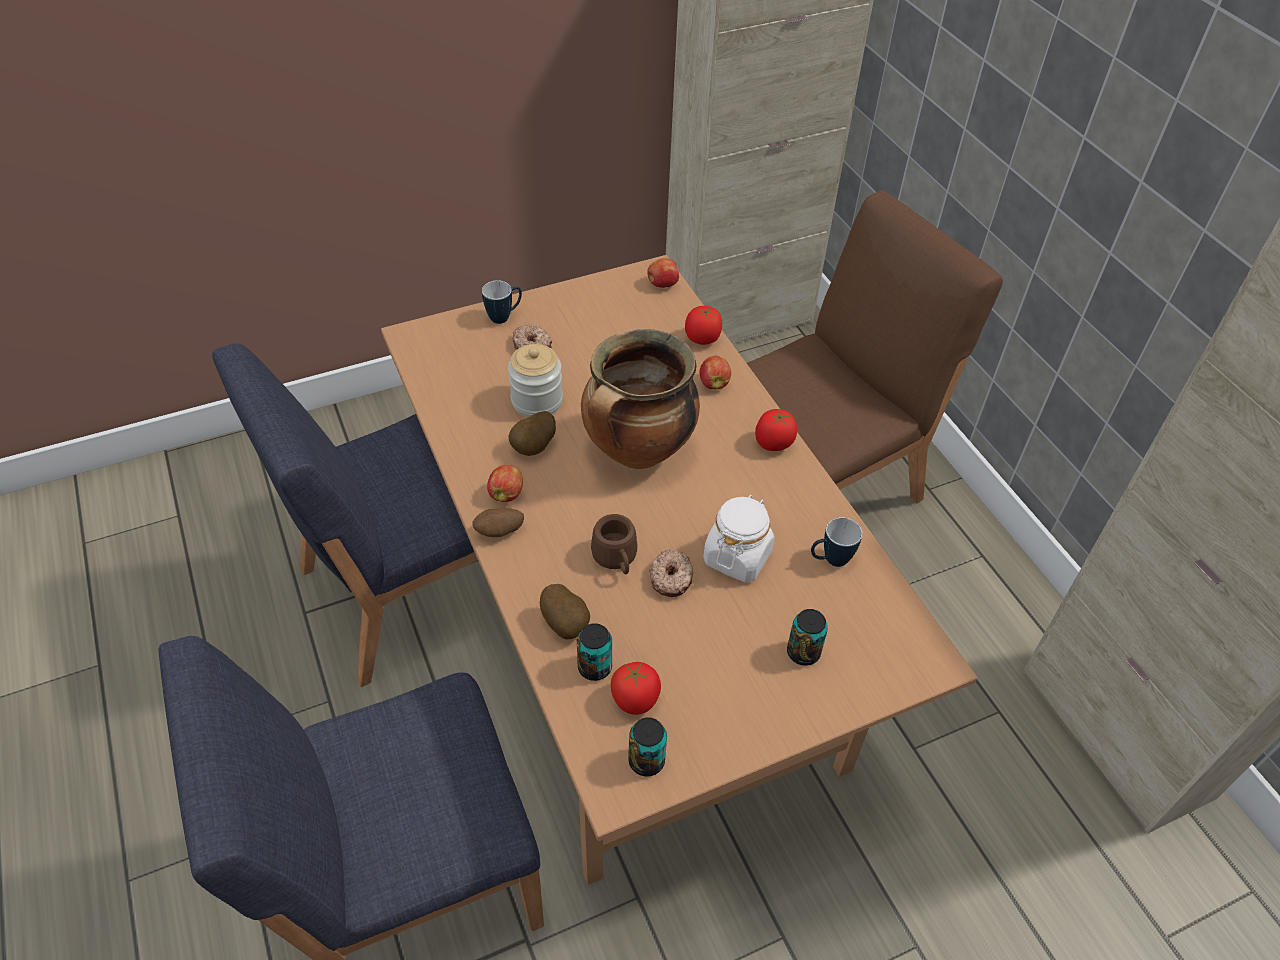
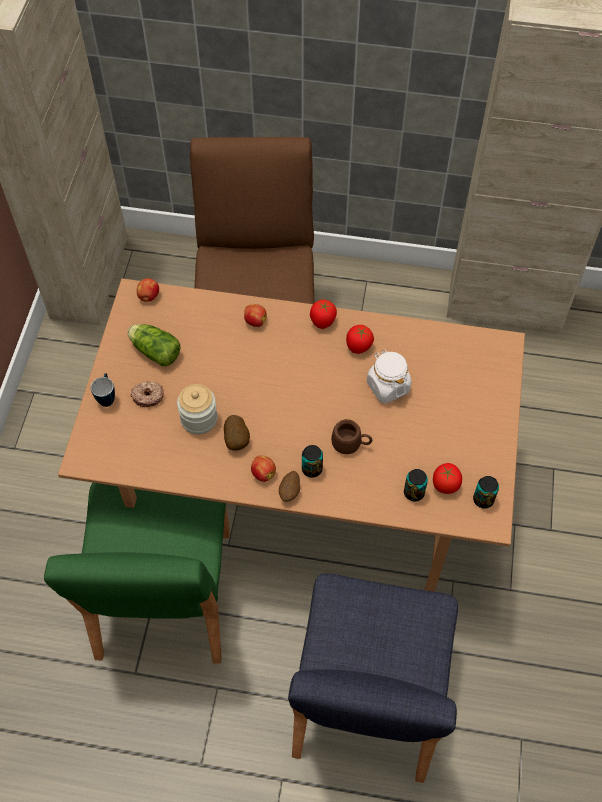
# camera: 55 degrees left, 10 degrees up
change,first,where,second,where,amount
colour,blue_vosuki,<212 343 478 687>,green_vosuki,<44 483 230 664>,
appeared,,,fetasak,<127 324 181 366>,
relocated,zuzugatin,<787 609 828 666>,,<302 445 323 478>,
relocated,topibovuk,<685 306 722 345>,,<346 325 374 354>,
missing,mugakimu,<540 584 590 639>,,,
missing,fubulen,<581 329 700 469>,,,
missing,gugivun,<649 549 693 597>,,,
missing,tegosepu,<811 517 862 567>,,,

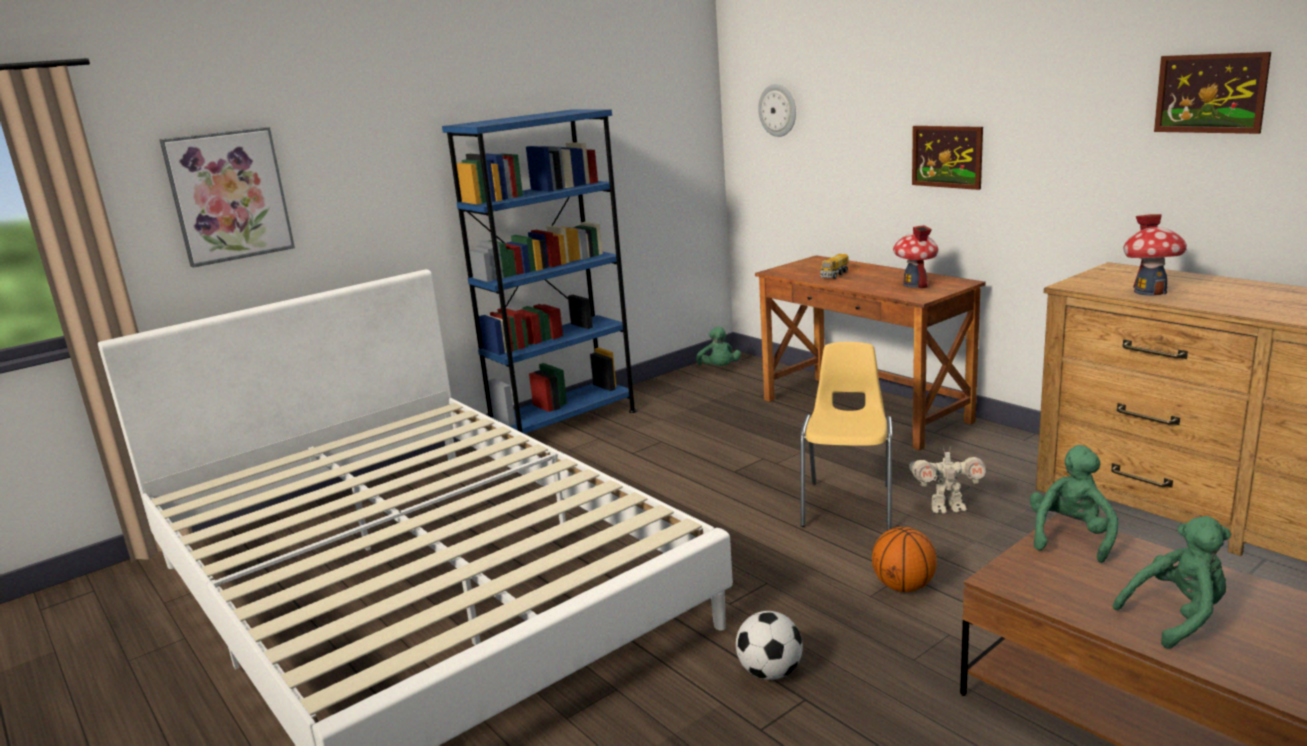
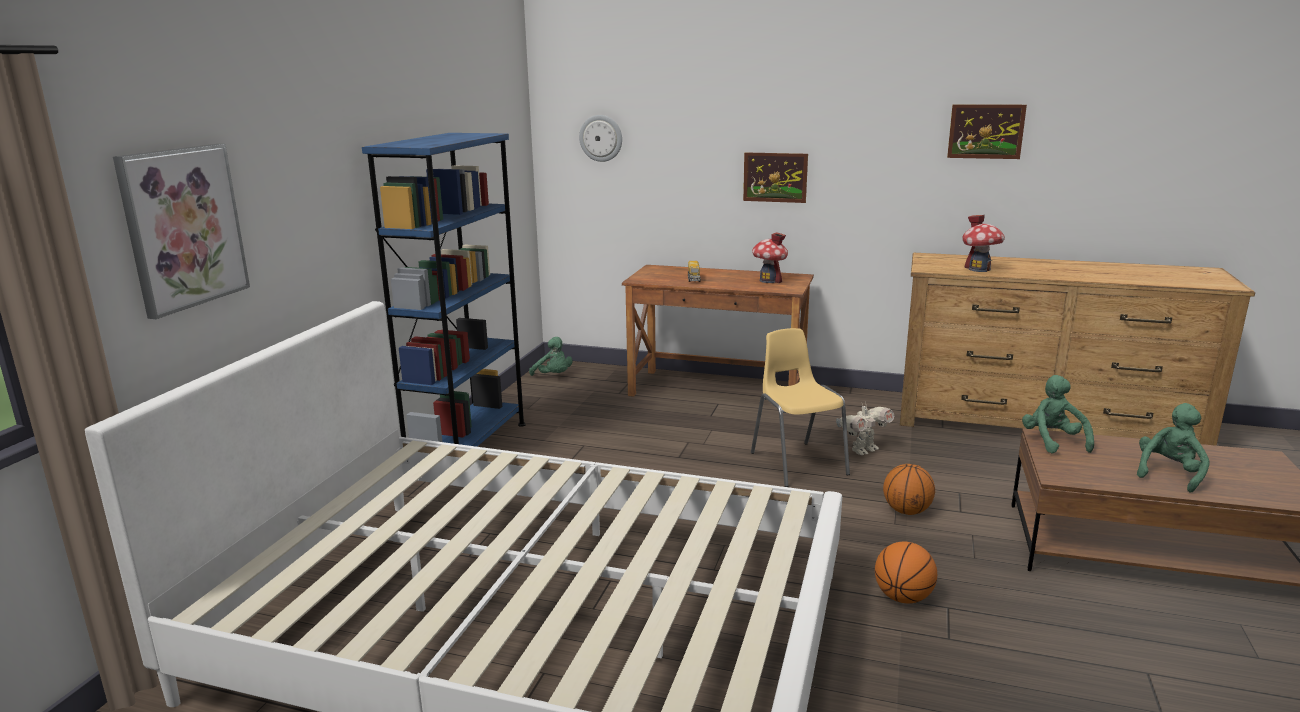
# camera: 35 degrees left, 0 degrees up
change,first,where,second,where,amount
exchanged,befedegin,<736 611 803 680>,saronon,<875 542 937 603>,

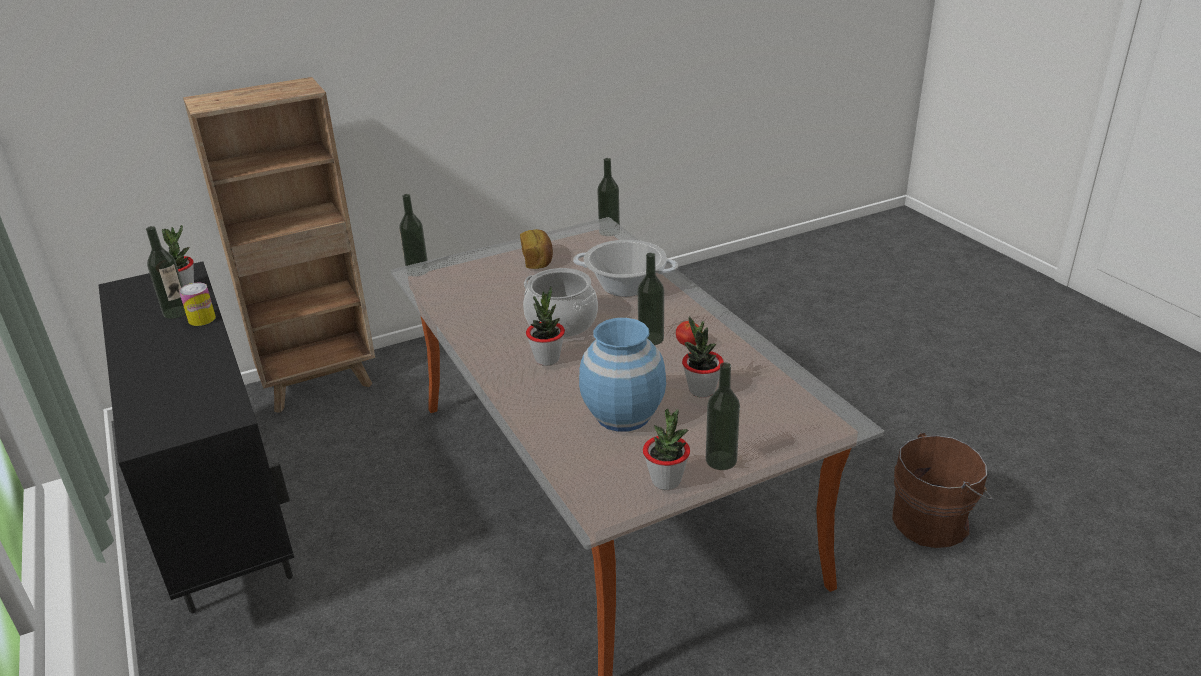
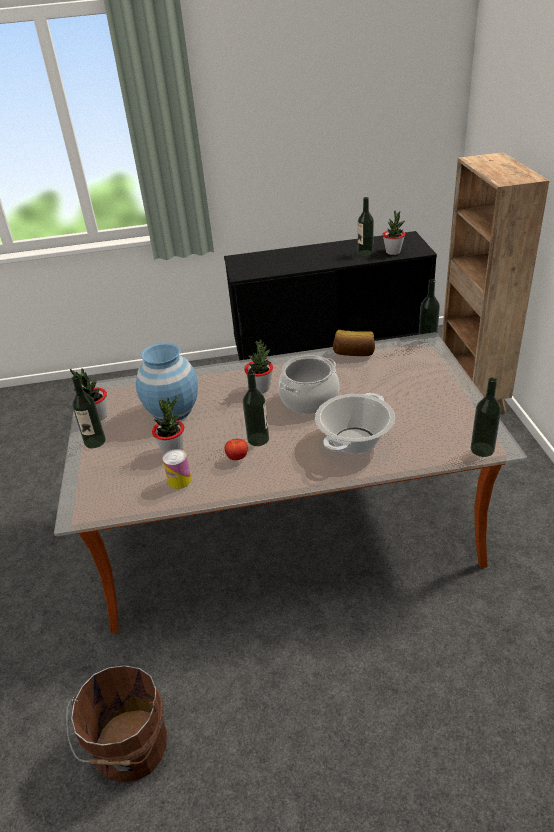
# camera: 110 degrees right, 5 degrees up
change,first,where,second,where,amount
relocated,zuzugatin,<179 283 216 326>,,<163 449 191 489>,
relocated,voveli,<520 229 553 269>,,<333 330 375 356>,

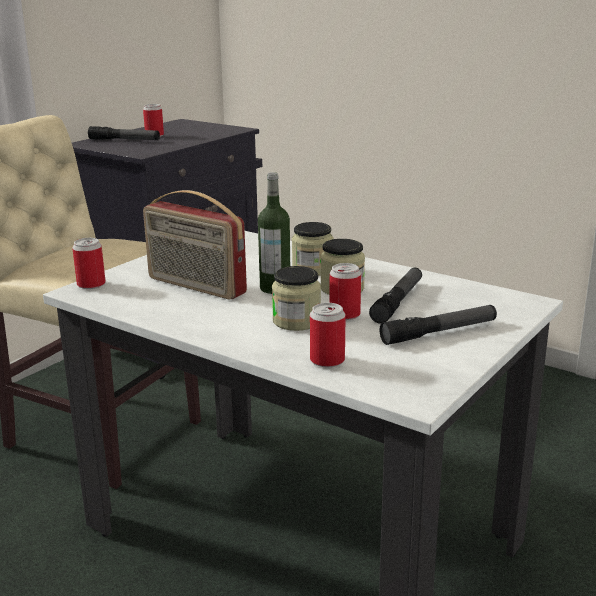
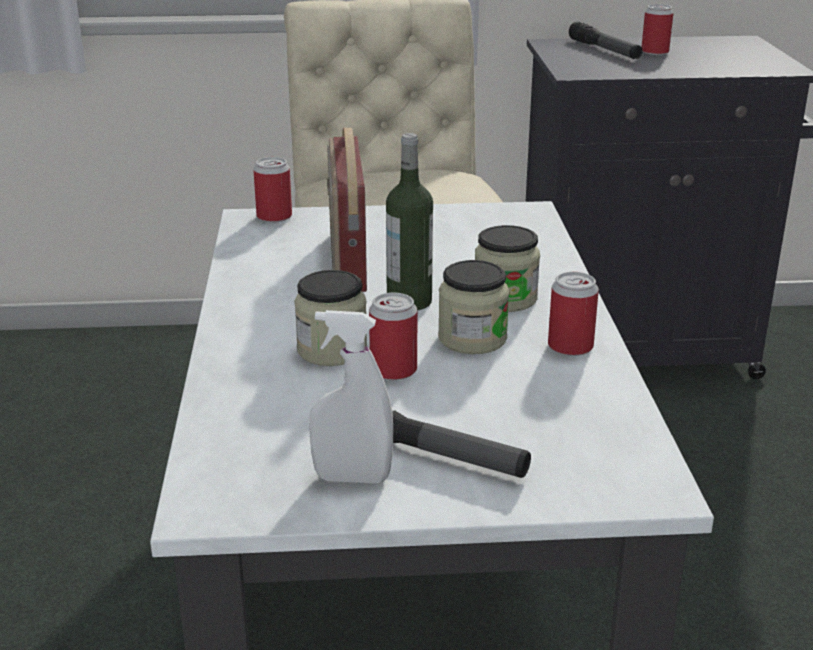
# camera: 50 degrees right, 5 degrees up
change,first,where,second,where,amount
appeared,,,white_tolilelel,<309 310 393 483>,
relocated,zuzugatin,<310 303 346 367>,,<548 272 599 356>,
missing,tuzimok,<369 268 422 323>,,,

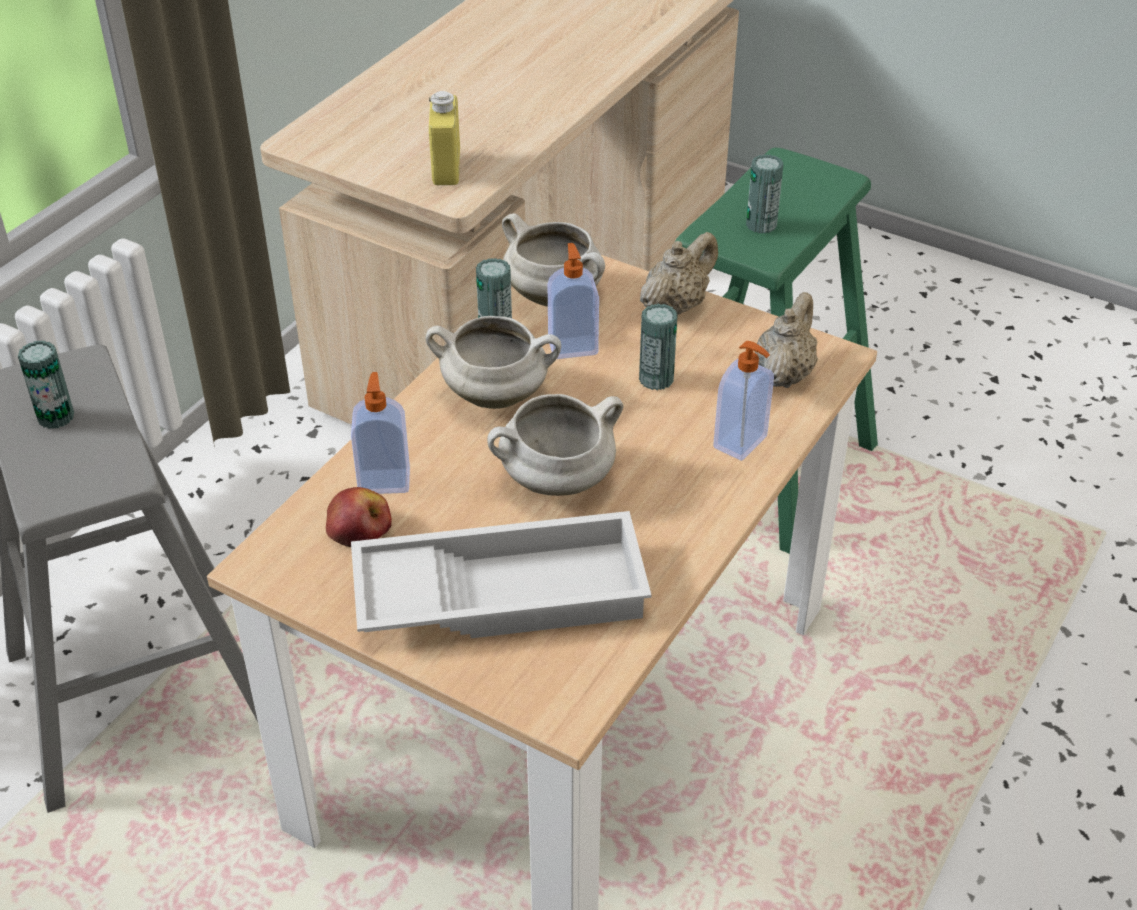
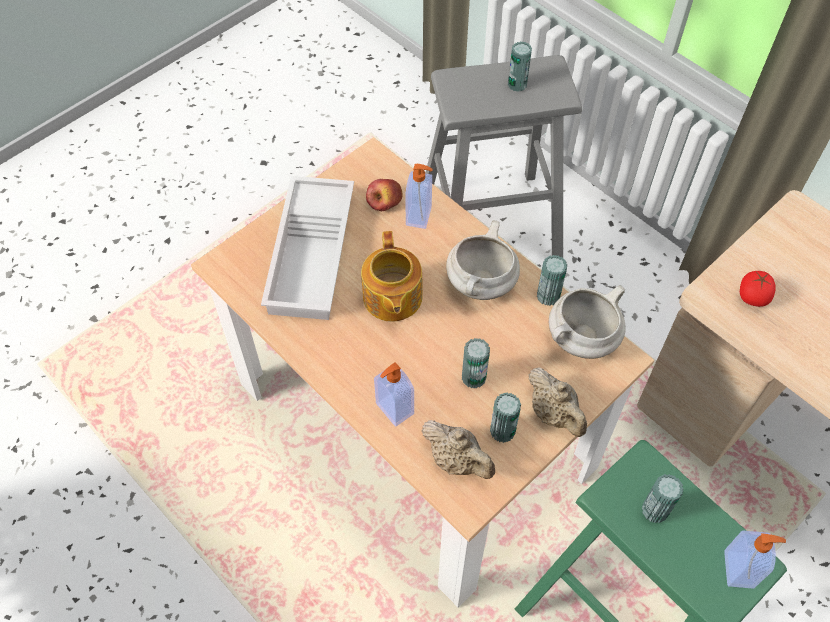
# camera: 105 degrees right, 15 degrees up
change,first,where,second,where,amount
exchanged,white_fubulen,<487 394 623 496>,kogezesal,<361 231 423 322>,
appeared,,,zuzugatin,<490 392 521 443>,
relocated,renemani,<548 243 599 359>,,<724 531 786 589>,
exchanged,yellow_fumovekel,<429 91 460 185>,topibovuk,<740 271 776 307>,

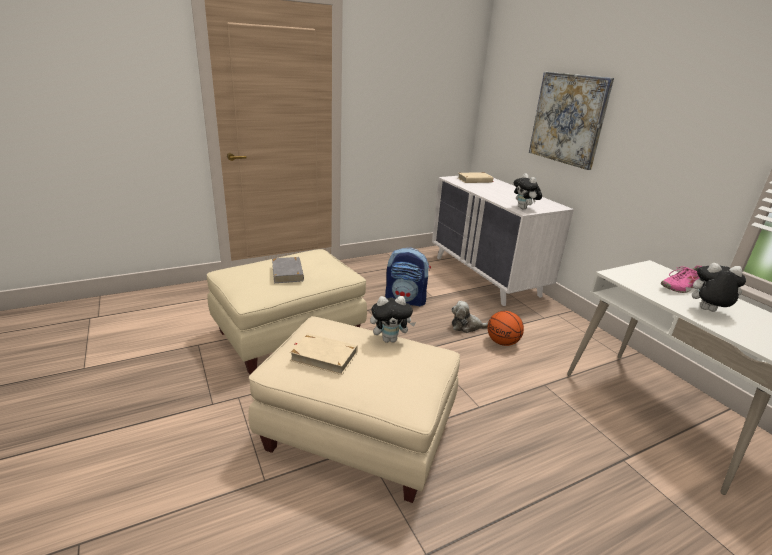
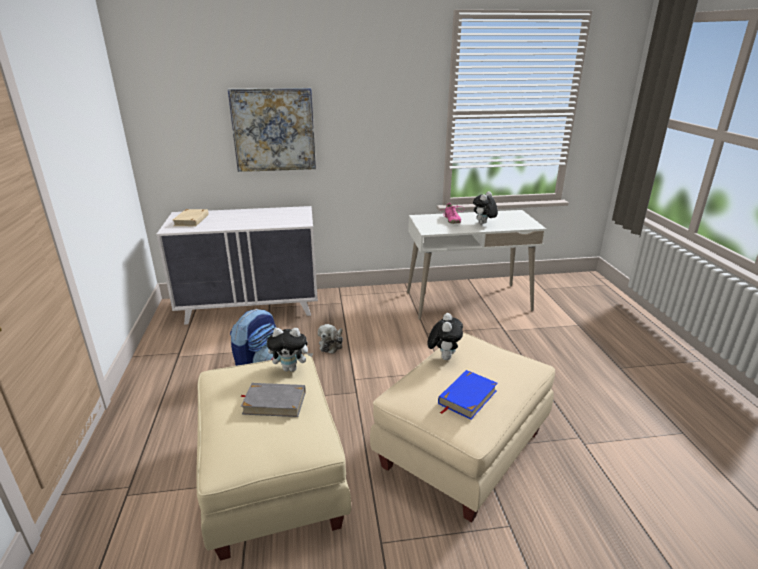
# camera: 70 degrees left, 0 degrees up
change,first,where,second,where,amount
relocated,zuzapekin,<513 173 542 210>,,<267 328 313 372>,
colour,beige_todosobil,<289 333 358 375>,blue_todosobil,<438 370 498 420>,
missing,saronon,<487 311 524 346>,,,

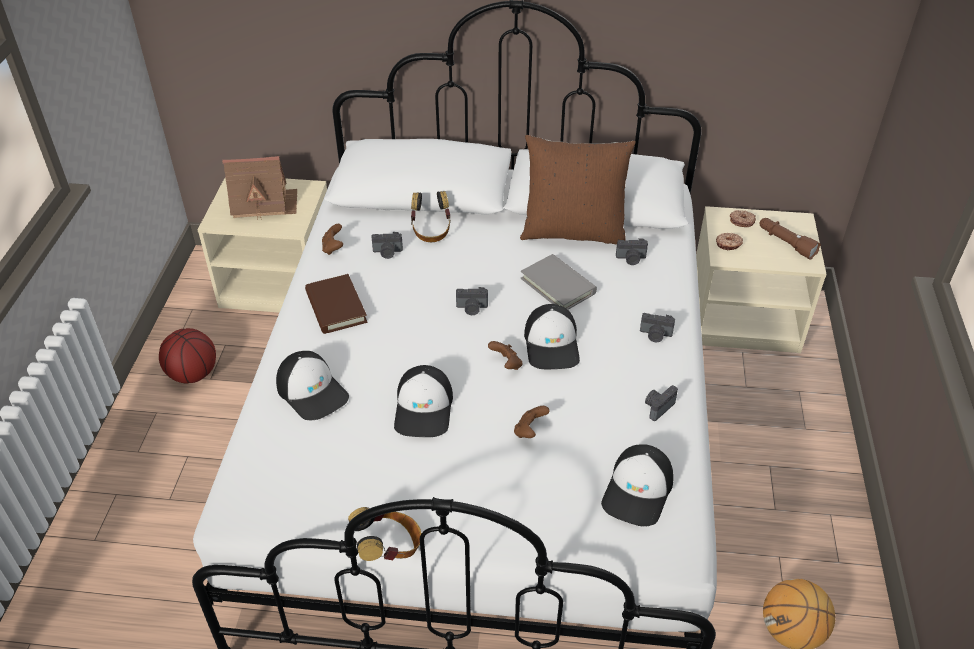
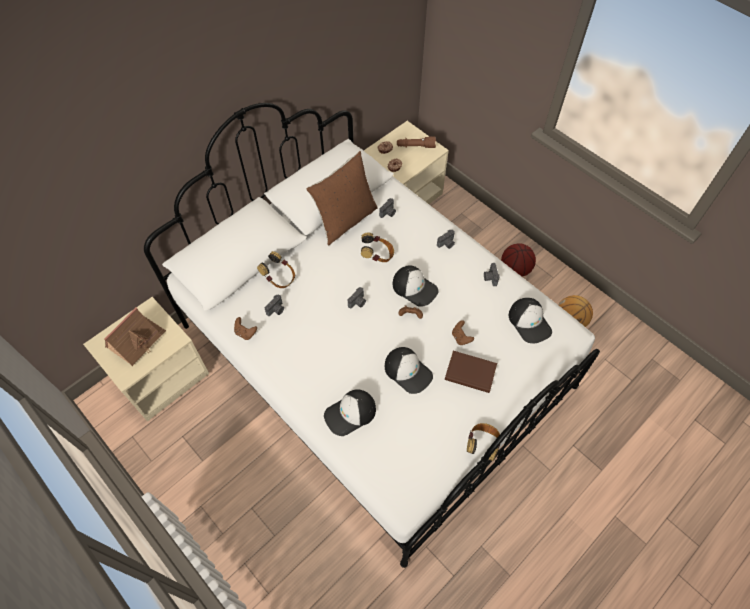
# camera: 50 degrees left, 15 degrees up
change,first,where,second,where,amount
spun,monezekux,<276 351 349 420>,,<324 389 376 436>,150 degrees clockwise
exchanged,grey_todosobil,<521 254 597 310>,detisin,<361 232 394 262>,
relocated,brown_todosobil,<305 274 367 334>,,<445 351 497 393>,
relocated,saronon,<159 328 216 384>,,<501 243 536 277>,

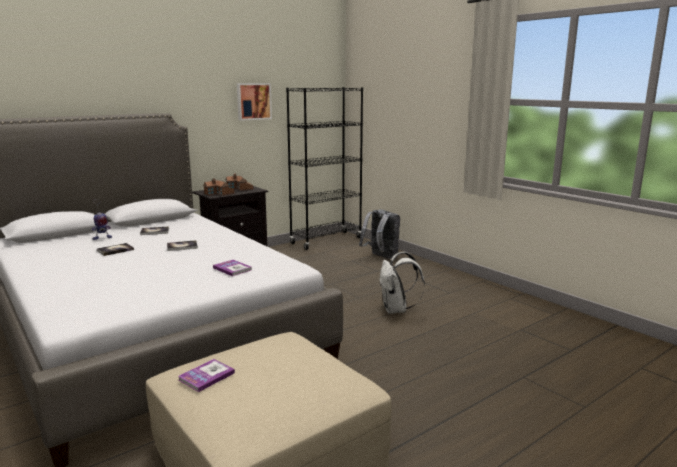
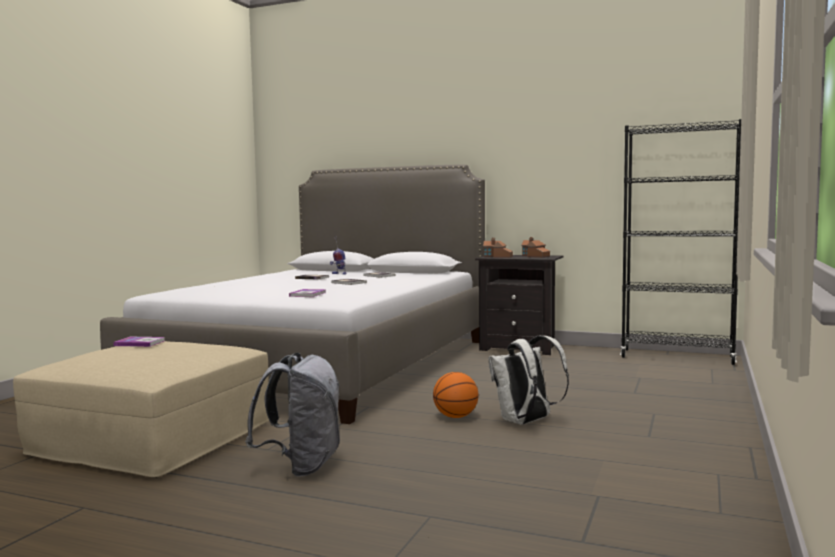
# camera: 60 degrees right, 10 degrees down
change,first,where,second,where,amount
relocated,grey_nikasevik,<359 209 400 259>,,<245 353 340 477>,
appeared,,,saronon,<433 372 479 418>,
missing,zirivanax,<237 83 272 121>,,,

